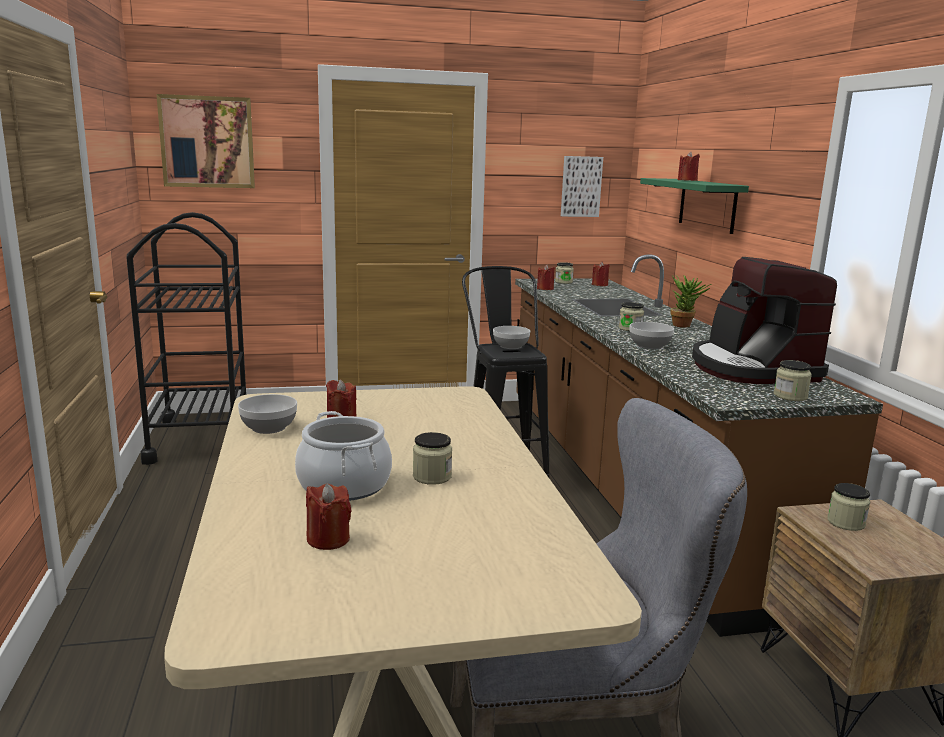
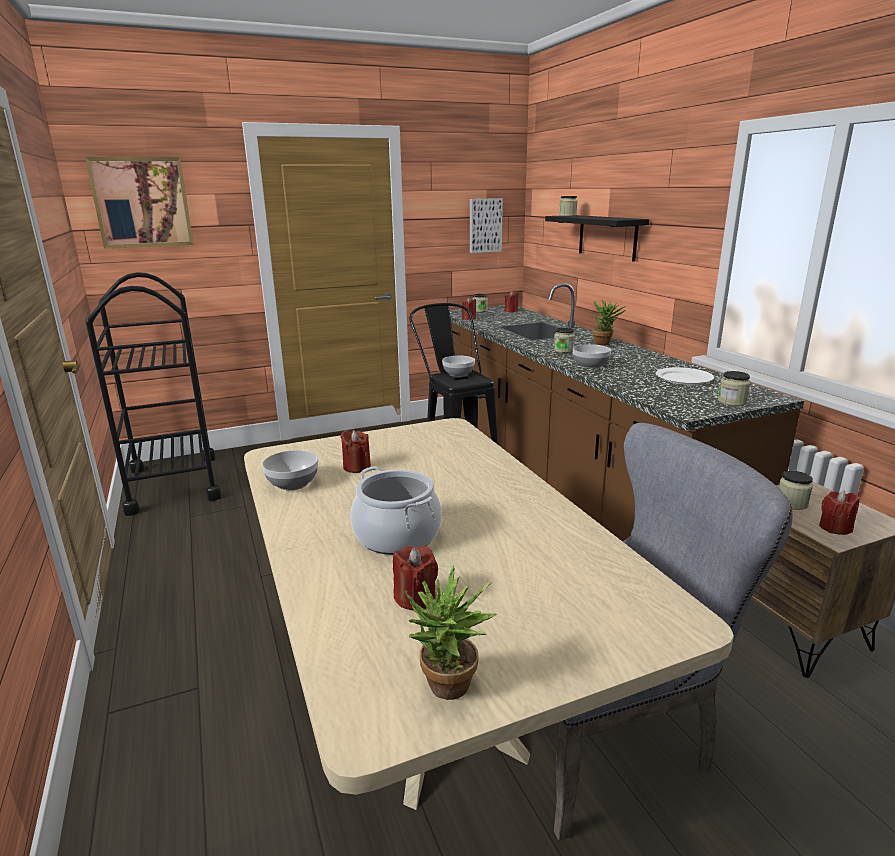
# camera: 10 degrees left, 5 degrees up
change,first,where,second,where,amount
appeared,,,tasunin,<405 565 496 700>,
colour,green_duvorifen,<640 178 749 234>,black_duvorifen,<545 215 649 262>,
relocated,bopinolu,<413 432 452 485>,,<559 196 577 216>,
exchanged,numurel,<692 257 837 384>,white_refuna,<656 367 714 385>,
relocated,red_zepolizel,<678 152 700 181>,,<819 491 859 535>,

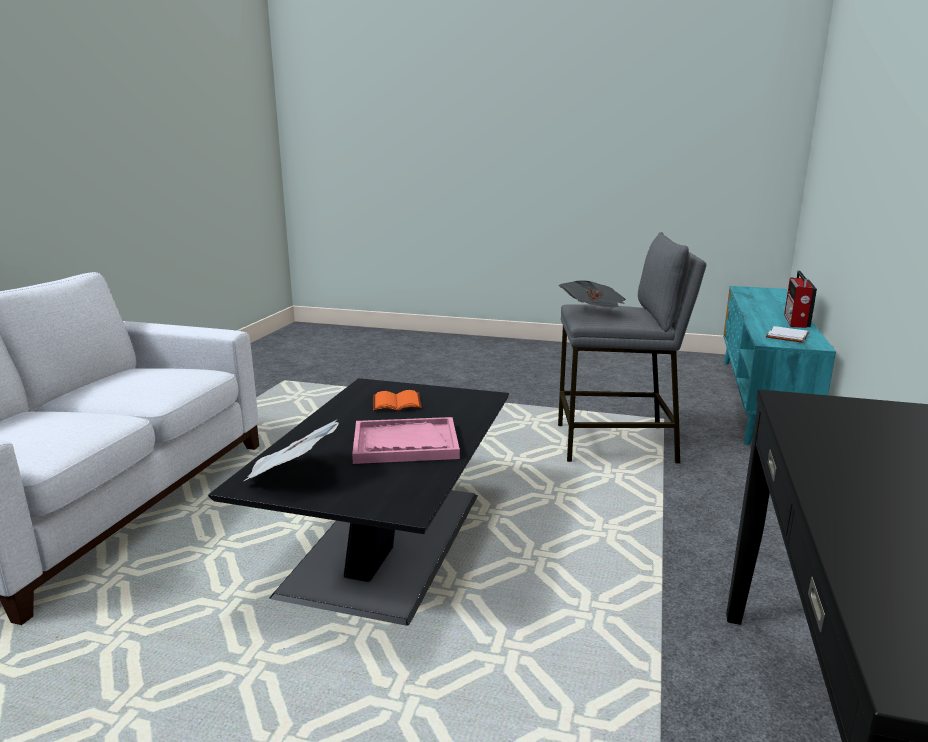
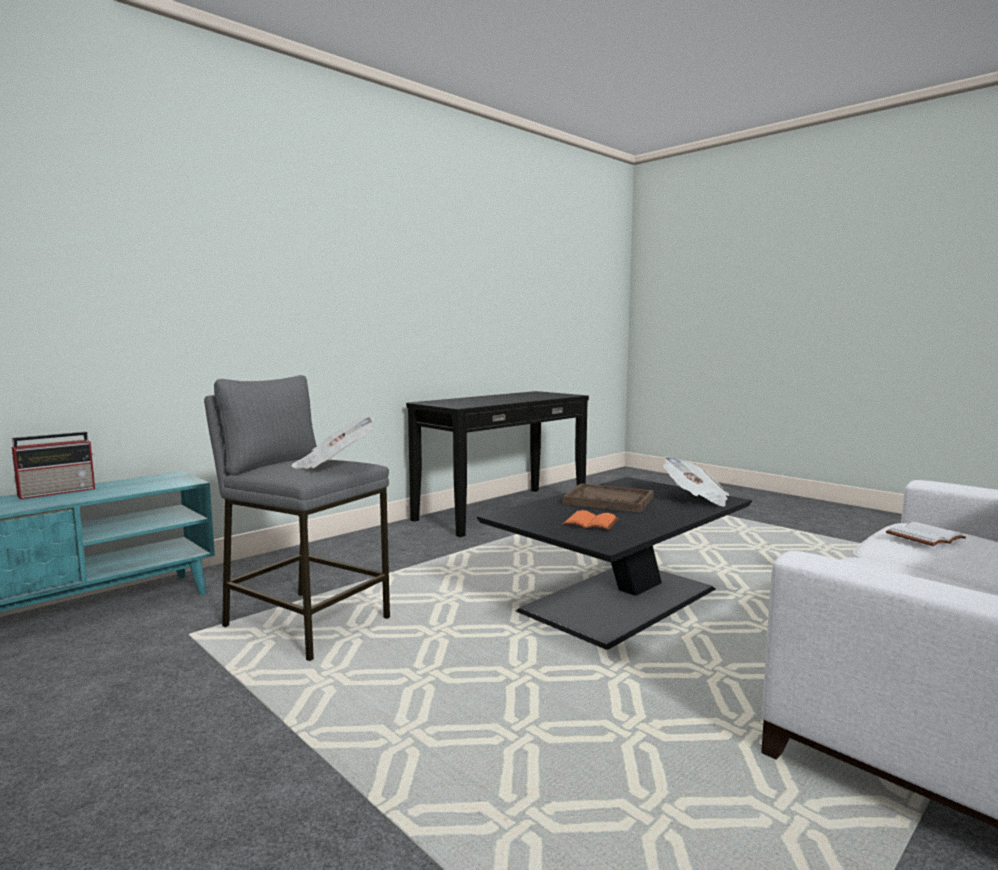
# camera: 150 degrees left, 10 degrees down
change,first,where,second,where,amount
colour,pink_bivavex,<352 417 460 464>,brown_bivavex,<562 483 654 513>,
relocated,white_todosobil,<766 326 809 343>,,<886 522 966 546>,

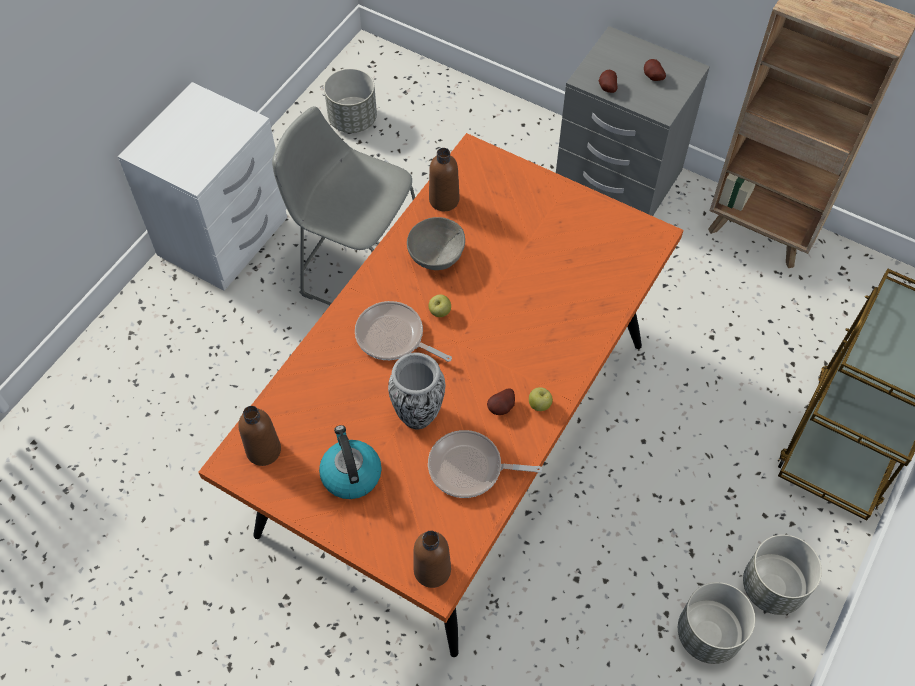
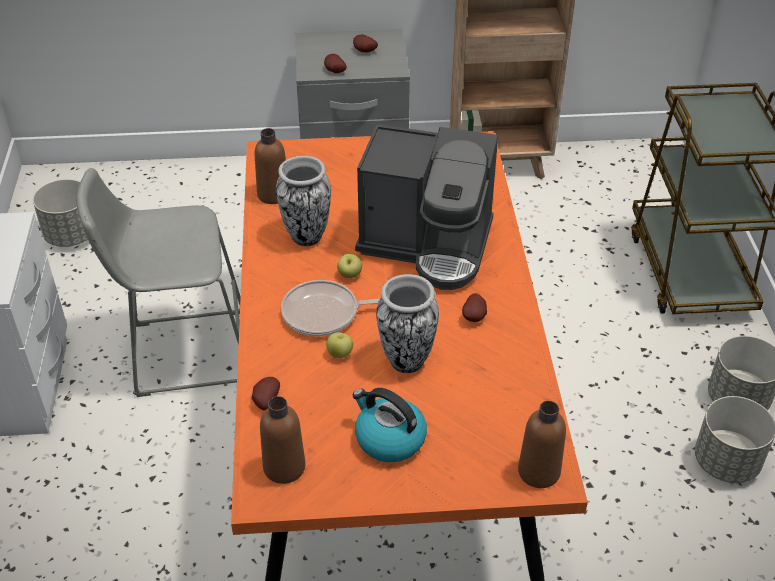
# camera: 35 degrees left, 15 degrees down
change,first,where,second,where,amount
appeared,,,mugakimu,<252 377 280 410>,
exchanged,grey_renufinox,<407 217 465 270>,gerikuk,<276 156 331 246>,
relocated,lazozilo,<529 387 553 411>,,<326 332 353 358>,
appeared,,,numurel,<355 124 498 290>,
missing,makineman,<428 430 542 498>,,,

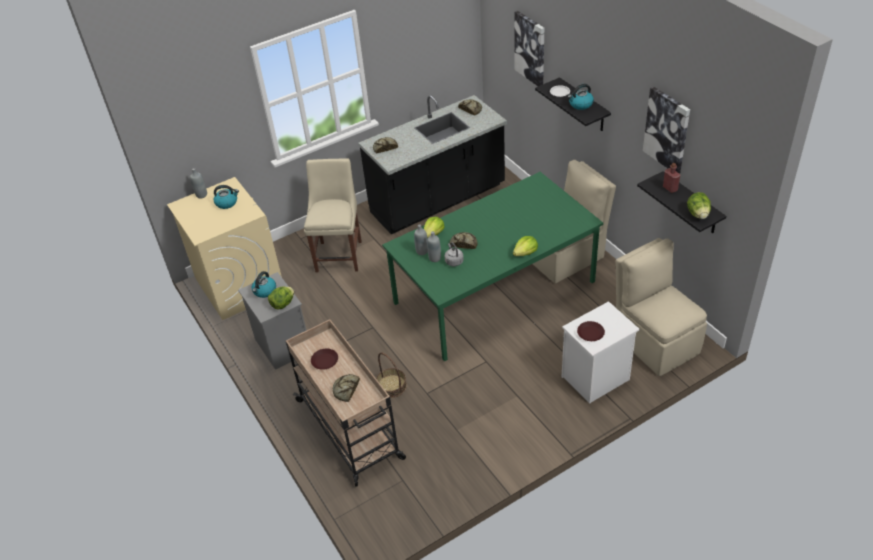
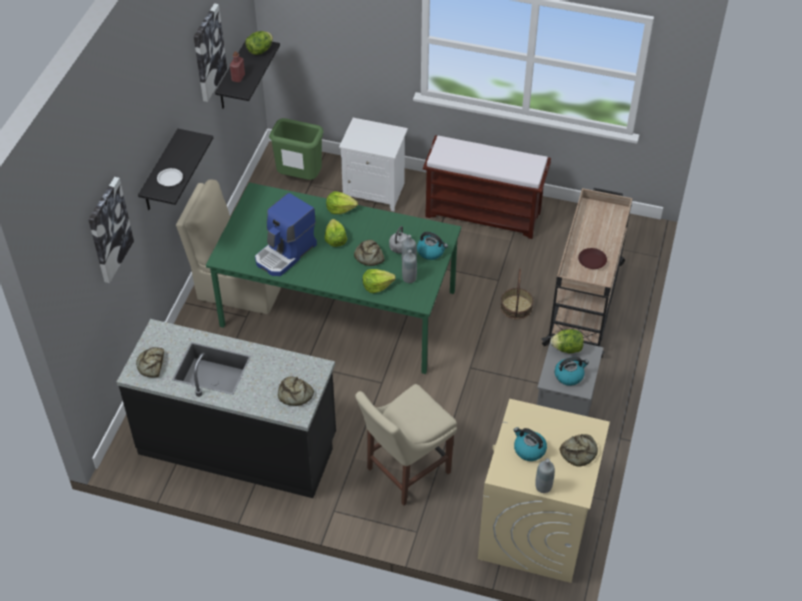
# camera: 135 degrees left, 5 degrees up
change,first,where,second,where,amount
appeared,,,numurel,<255 193 317 276>,
exchanged,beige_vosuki,<616 238 707 376>,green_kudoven,<269 118 324 180>,
appeared,,,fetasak,<325 219 347 247>,
relocated,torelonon,<568 84 594 110>,,<417 232 448 260>,
appeared,,,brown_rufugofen,<423 135 551 239>,
relocated,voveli,<333 374 360 402>,,<559 434 598 467>,
missing,brown_refuna,<577 321 605 341>,,,

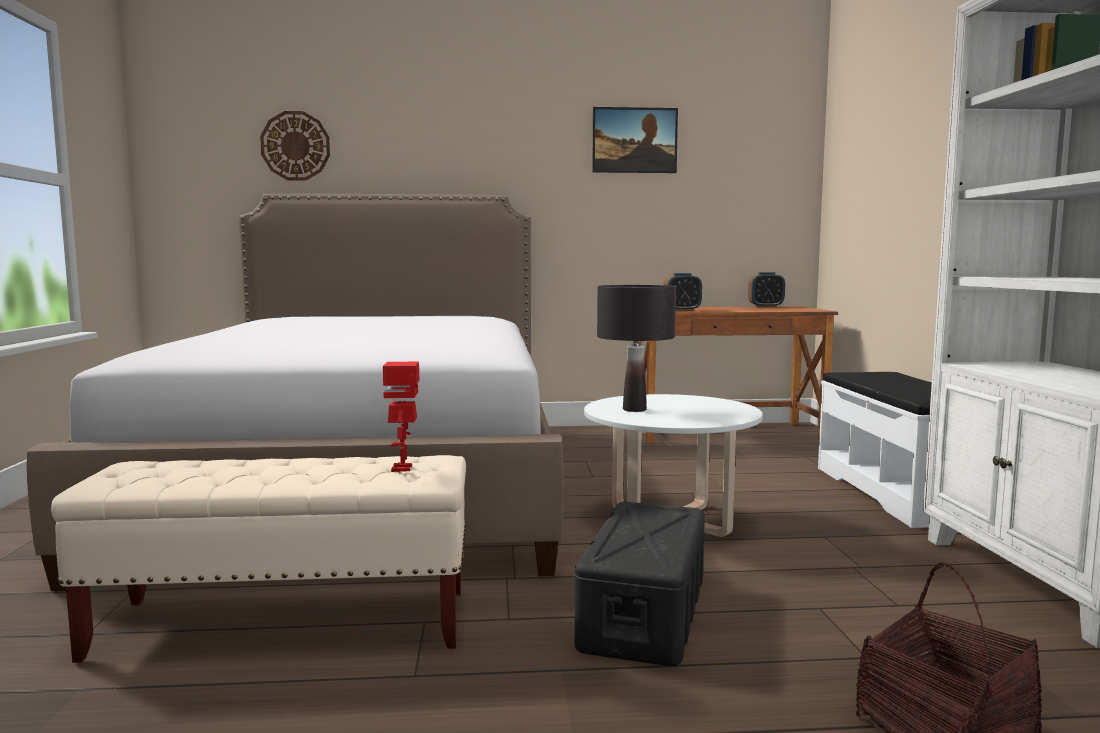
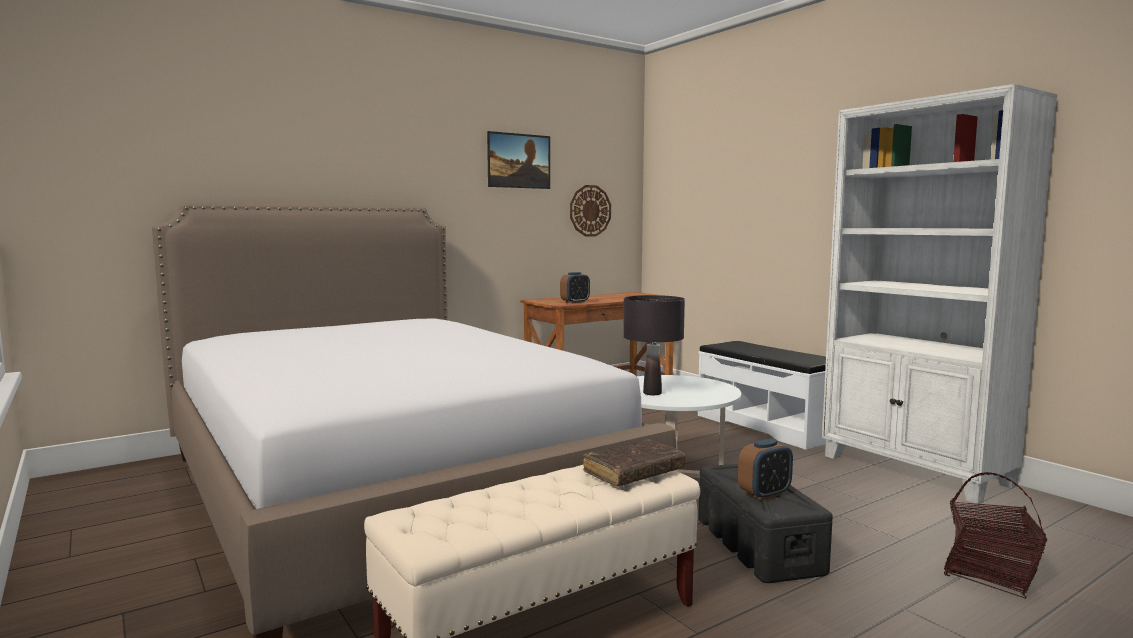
# camera: 30 degrees left, 0 degrees up
change,first,where,second,where,amount
relocated,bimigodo,<260 111 330 181>,,<570 185 611 236>,
exchanged,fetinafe,<383 362 419 472>,brown_todosobil,<583 439 685 486>,
relocated,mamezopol,<748 272 785 307>,,<738 439 793 500>,

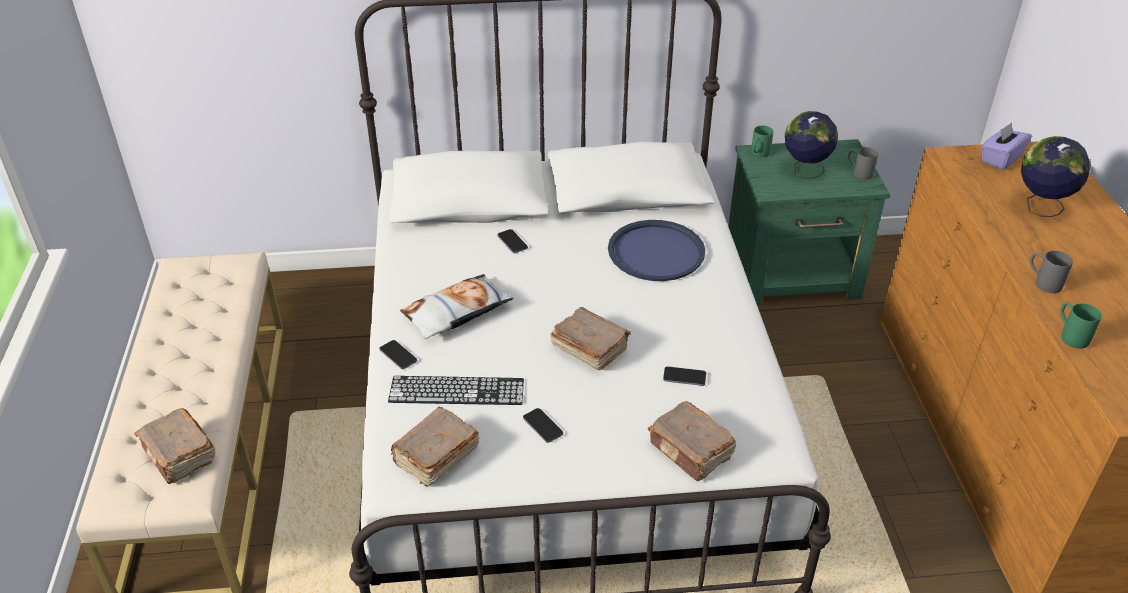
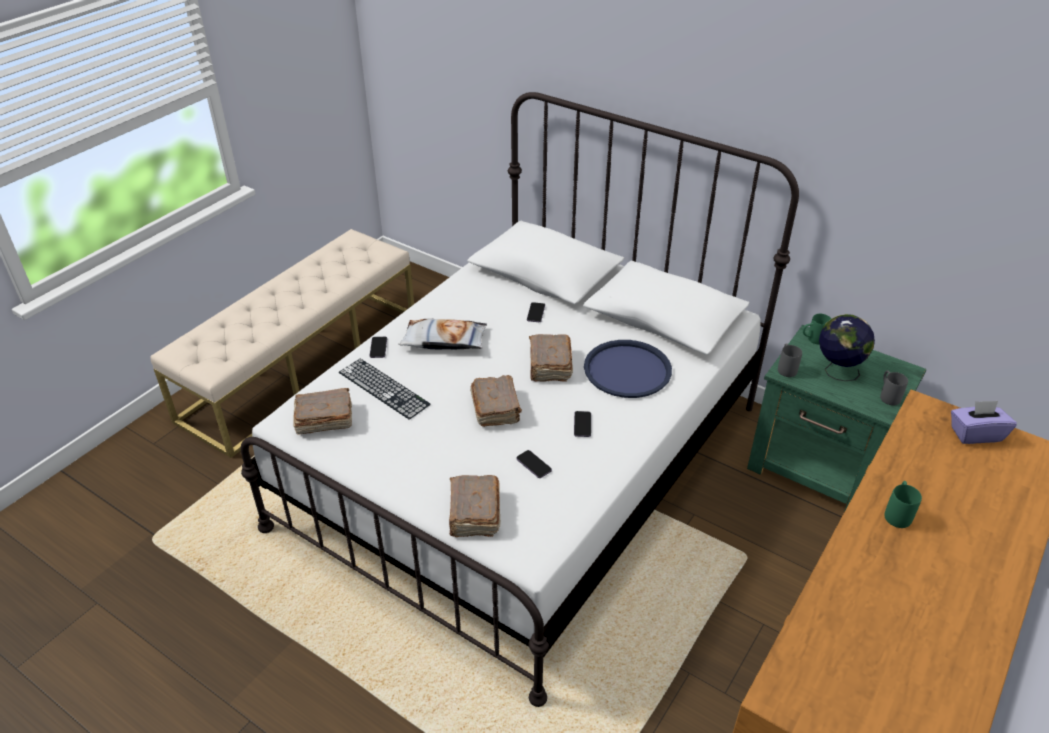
# camera: 40 degrees right, 0 degrees up
change,first,where,second,where,amount
relocated,brown_todosobil,<134 408 216 484>,,<529 334 573 382>,
relocated,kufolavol,<523 408 563 443>,,<574 411 591 437>,
relocated,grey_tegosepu,<1030 251 1073 293>,,<778 343 802 377>,
relocated,green_tegosepu,<1060 302 1102 349>,,<884 481 922 528>,
missing,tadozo,<1021 136 1091 217>,,,

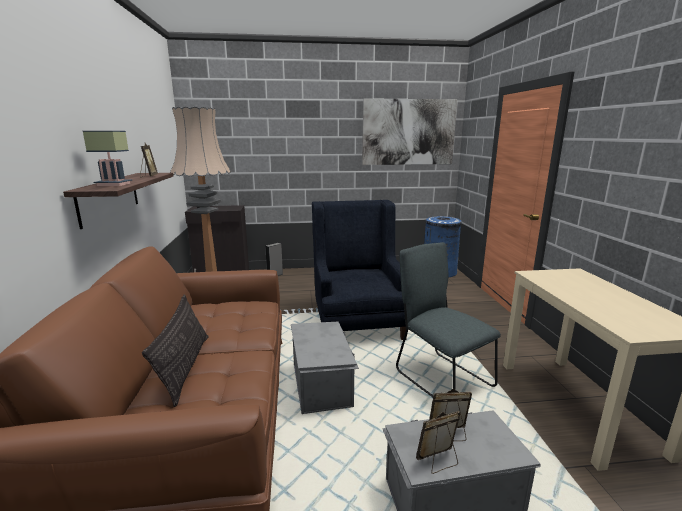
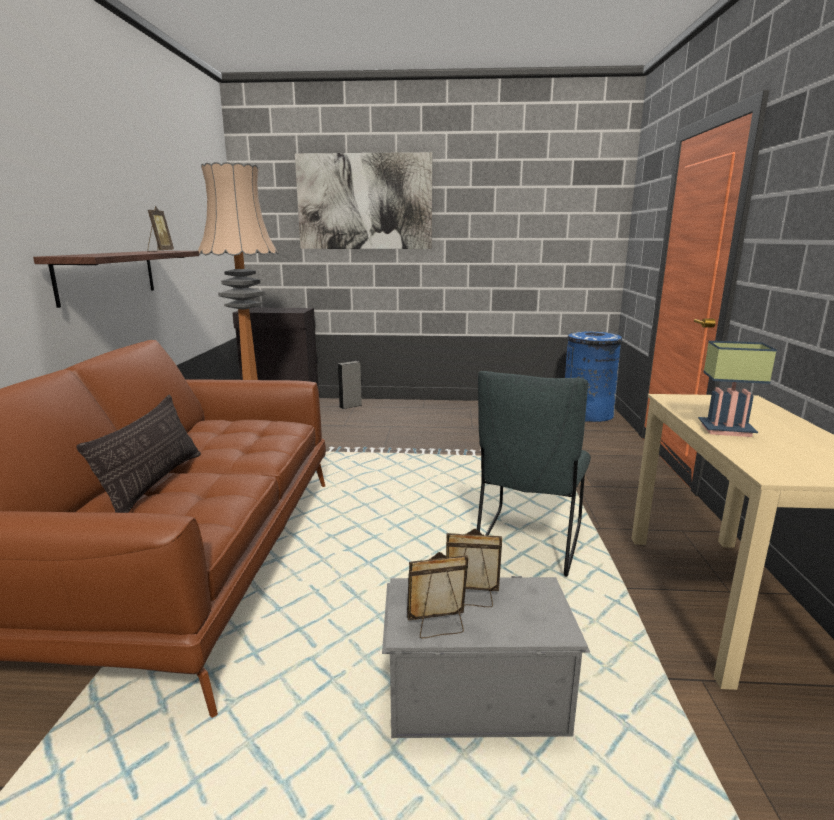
# camera: 10 degrees right, 0 degrees up
change,first,where,second,where,amount
relocated,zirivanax,<362 98 457 165>,,<295 152 433 249>,
spun,grey_vosuki,<396 242 501 397>,,<477 371 591 577>,135 degrees counterclockwise
relocated,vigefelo,<83 131 132 186>,,<698 341 777 437>,
missing,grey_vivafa,<291 322 359 414>,,,
missing,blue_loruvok,<312 200 407 340>,,,

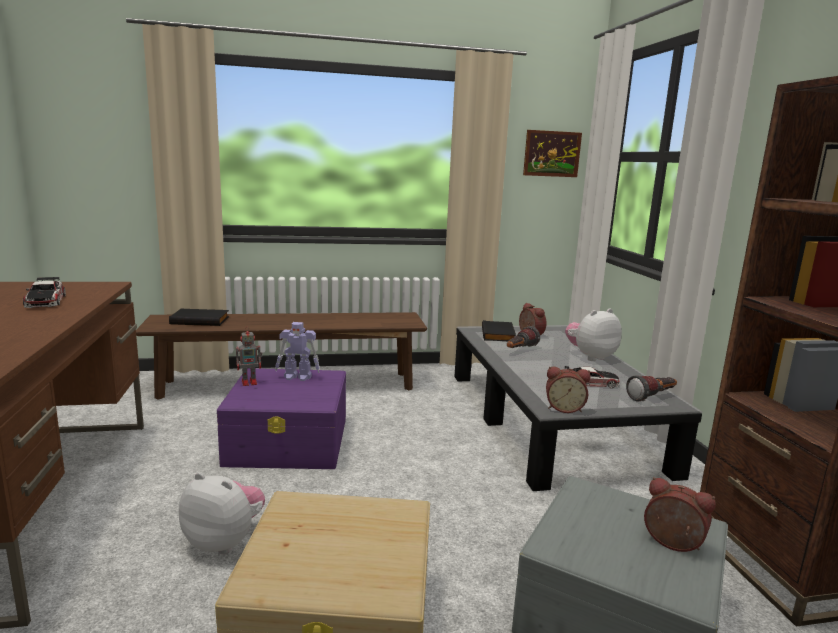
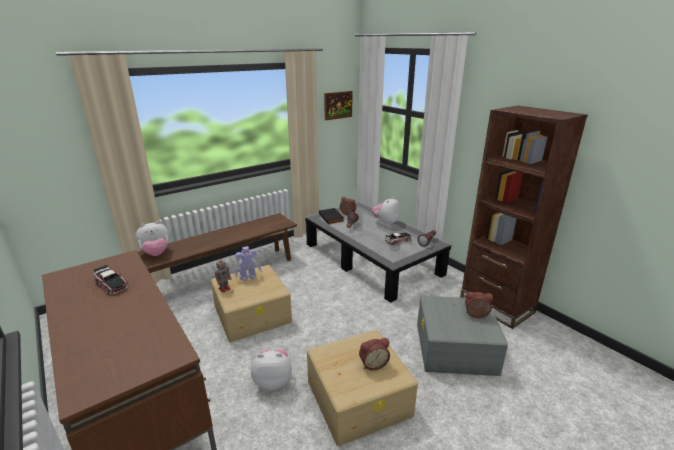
# camera: 25 degrees left, 10 degrees up
change,first,where,second,where,amount
exchanged,black_todosobil,<169 309 229 326>,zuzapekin,<135 221 170 256>,
colour,purple_vivafa,<217 368 346 469>,beige_vivafa,<211 265 292 342>,
relocated,mamezopol,<546 367 591 413>,,<359 338 390 370>,

